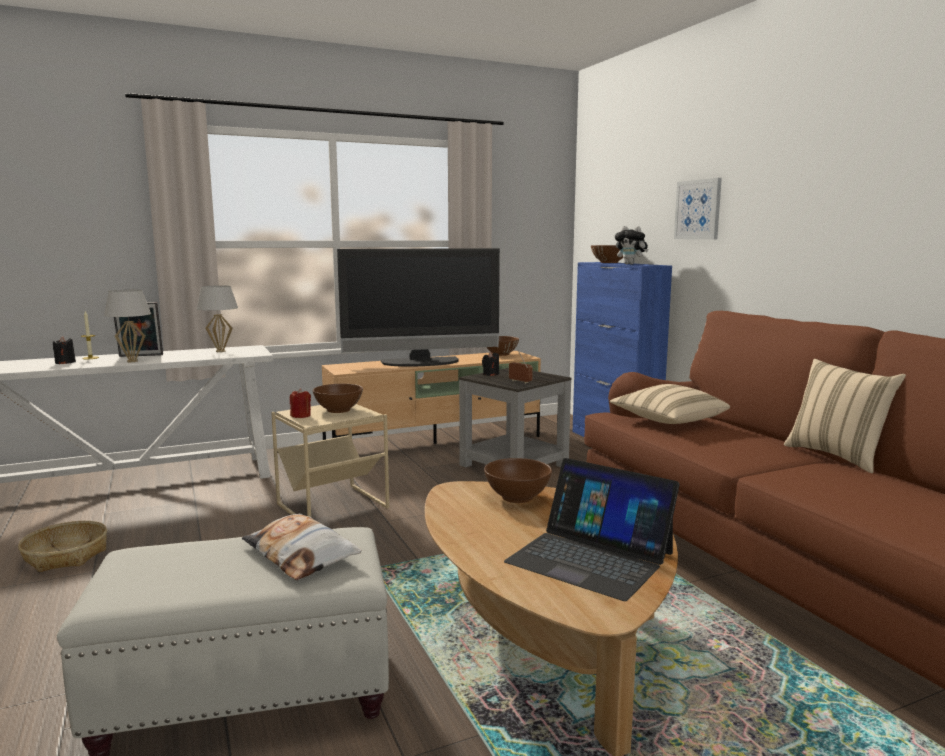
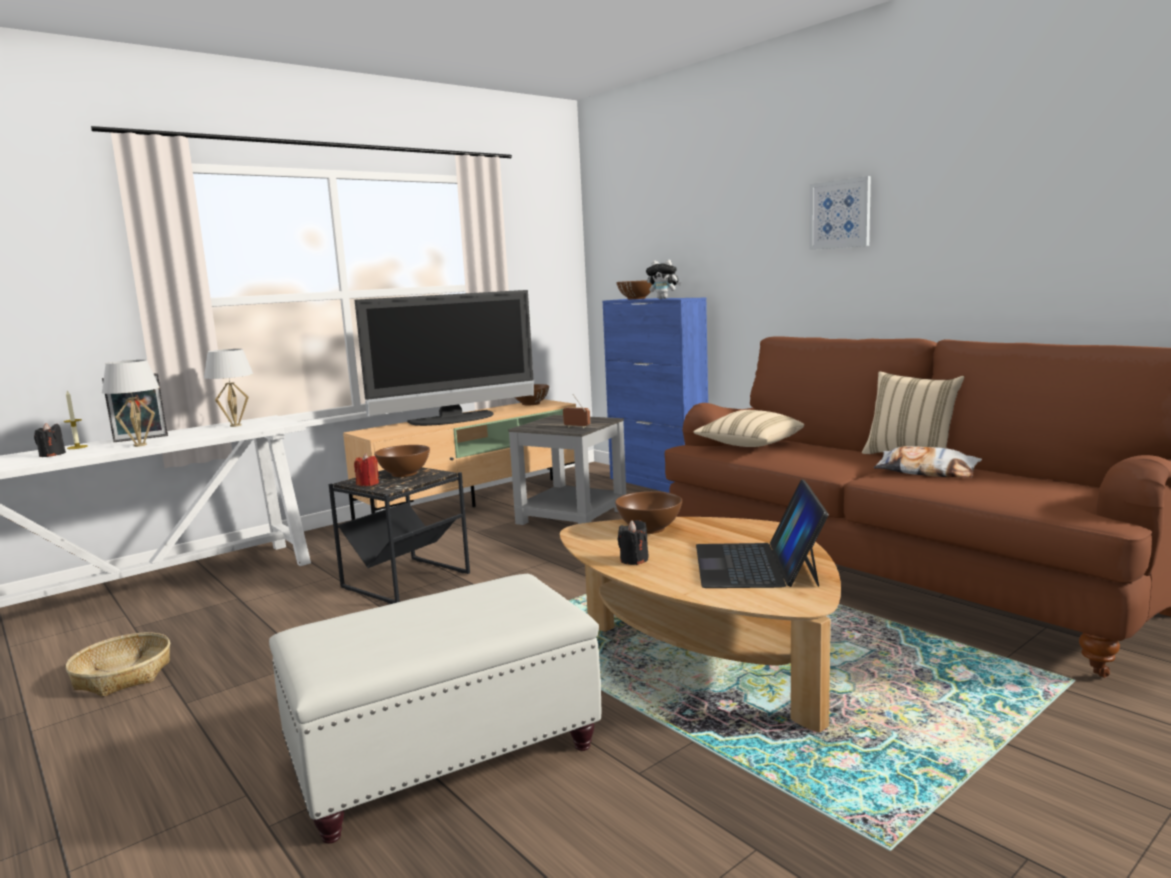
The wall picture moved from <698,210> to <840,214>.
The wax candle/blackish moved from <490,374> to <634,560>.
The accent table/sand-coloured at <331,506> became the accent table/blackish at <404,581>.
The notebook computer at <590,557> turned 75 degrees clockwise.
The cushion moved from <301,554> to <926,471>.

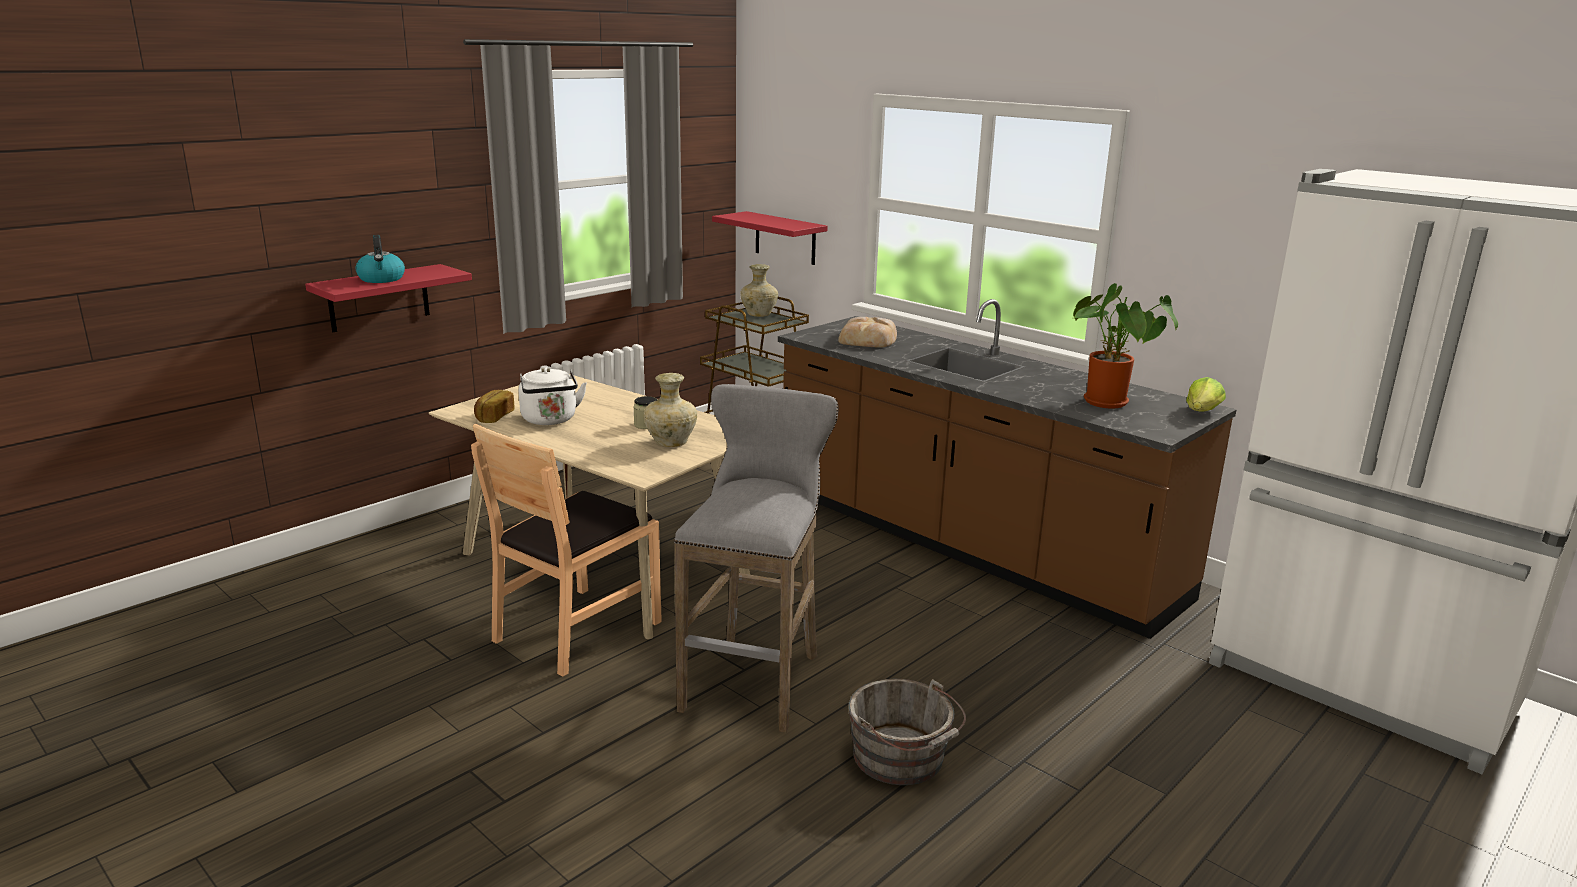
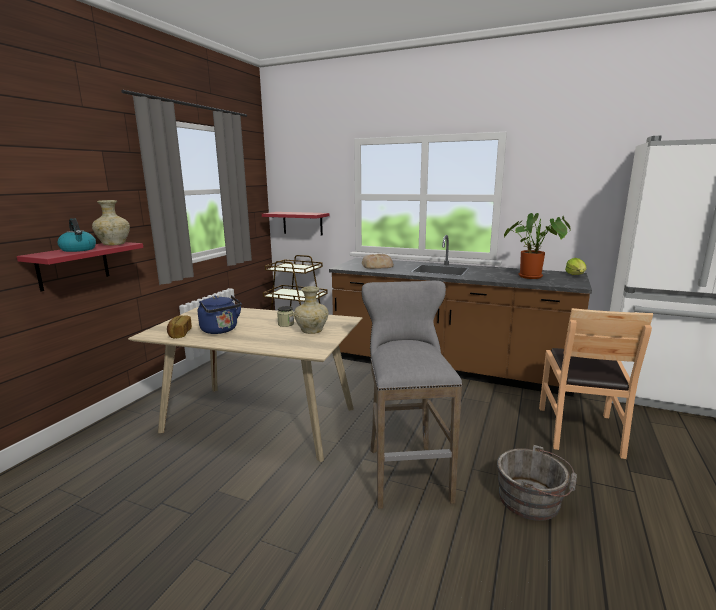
The flower vase/sand-coloured moved from <759,314> to <114,244>.
The tea kettle/white-coloured at <550,420> became the tea kettle/blue-coloured at <221,330>.
The upright chair/brown moved from <576,630> to <580,430>.

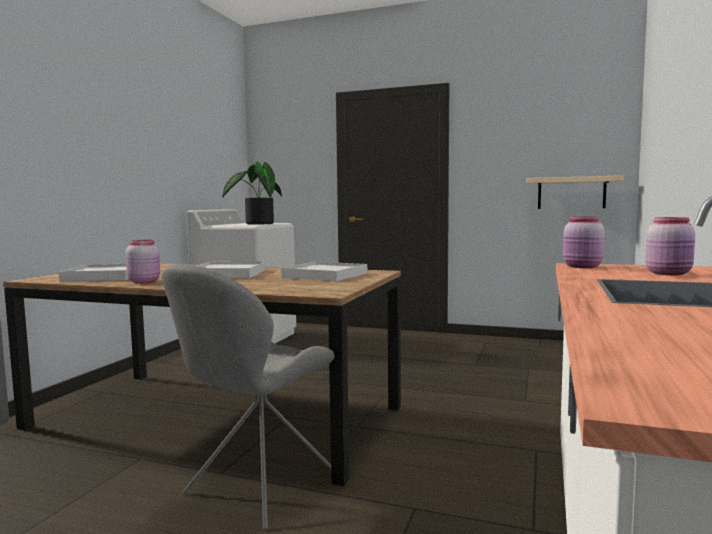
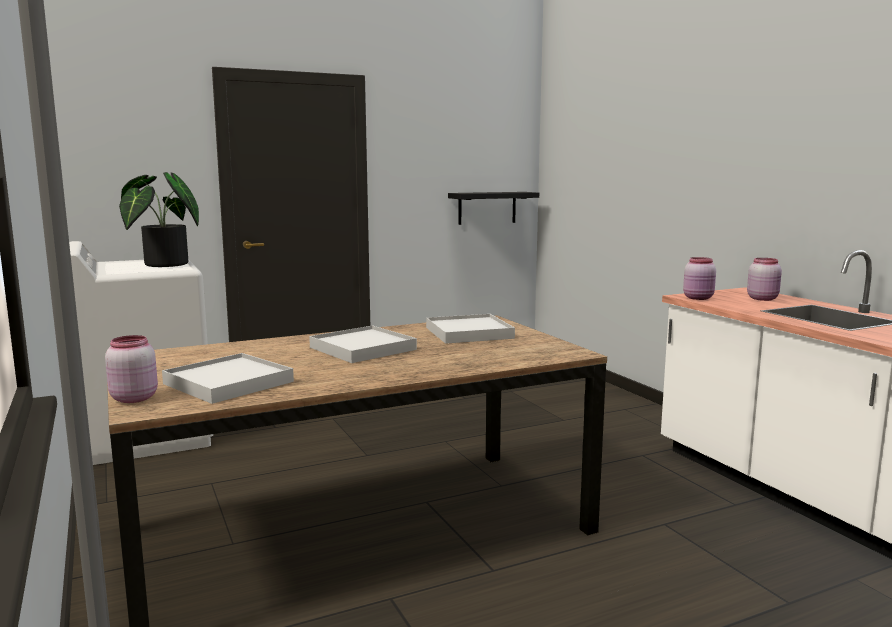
The wall shelf/sand-coloured at <571,193> became the wall shelf/blackish at <487,208>.
The preserve jar/pink moved from <144,282> to <133,398>.
The upright chair/greyish at <259,487> disappeared.

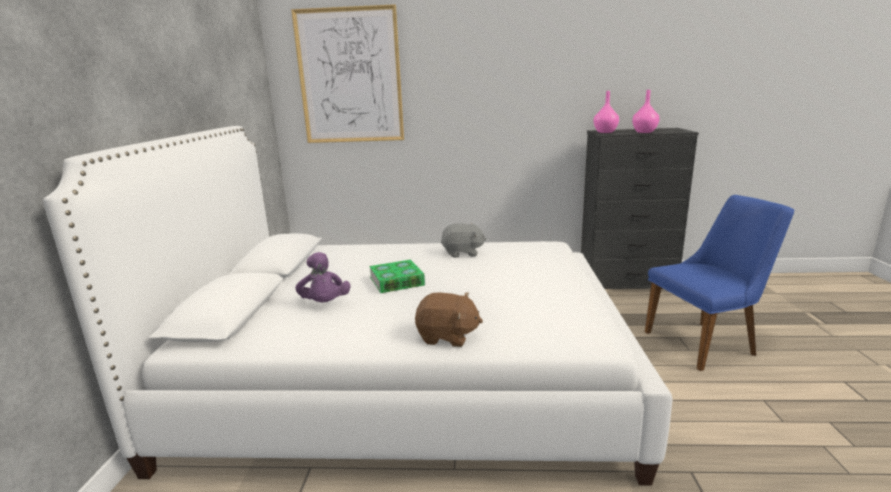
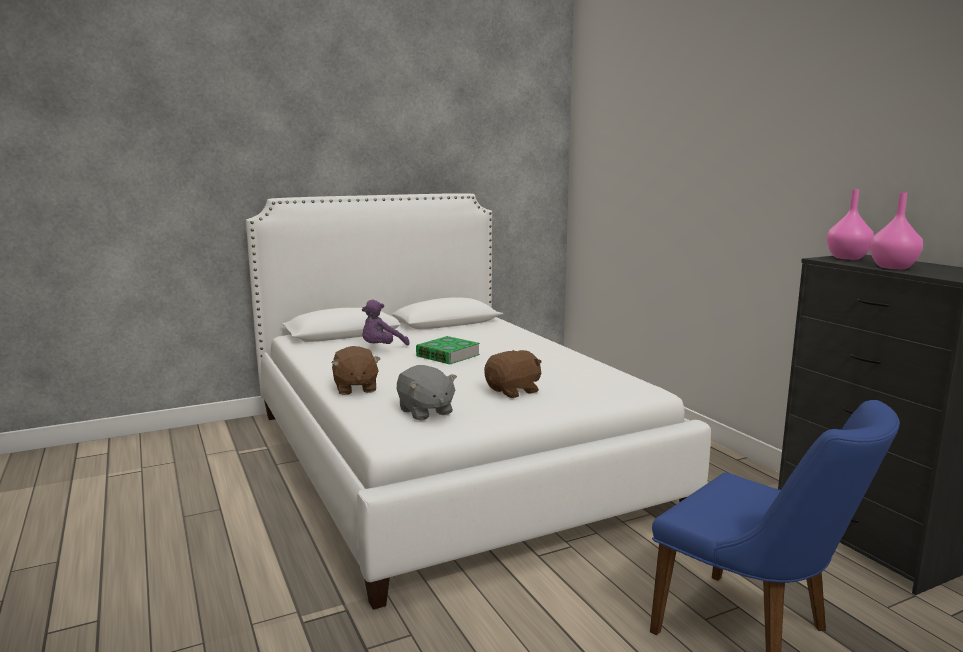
The wall picture at <350,77> disappeared.
The plush toy/greyish moved from <462,253> to <425,411>.
The plush toy/brown at <514,391> appeared.

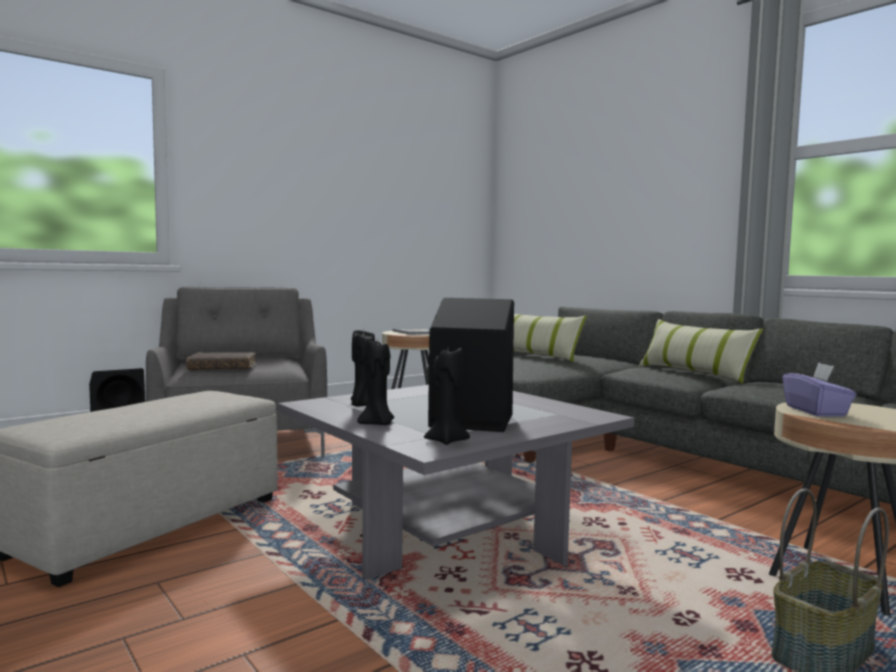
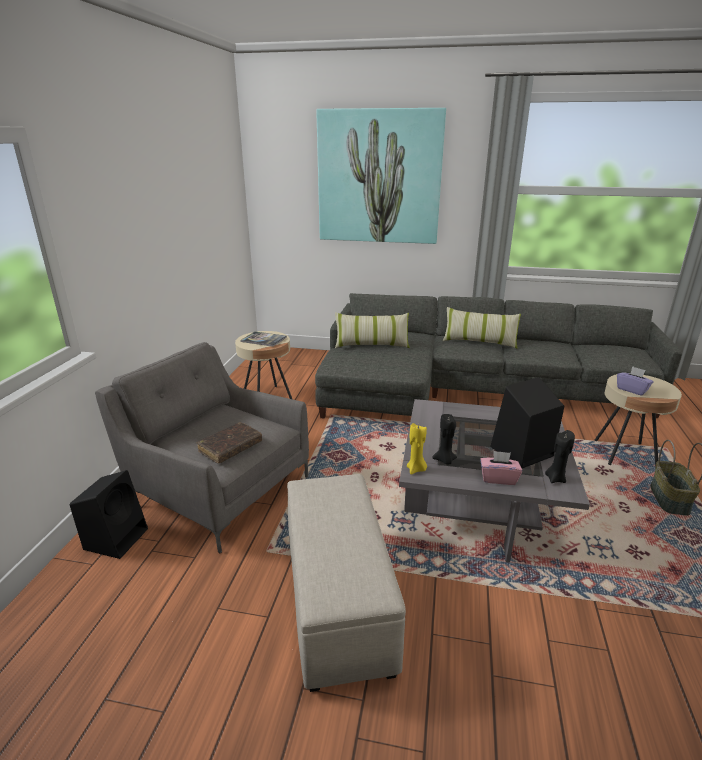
The wax candle/blackish at <377,424> was replaced by the tissue holder/pink at <498,478>.
The wall picture at <379,177> appeared.
The wax candle/yellowish at <416,469> appeared.

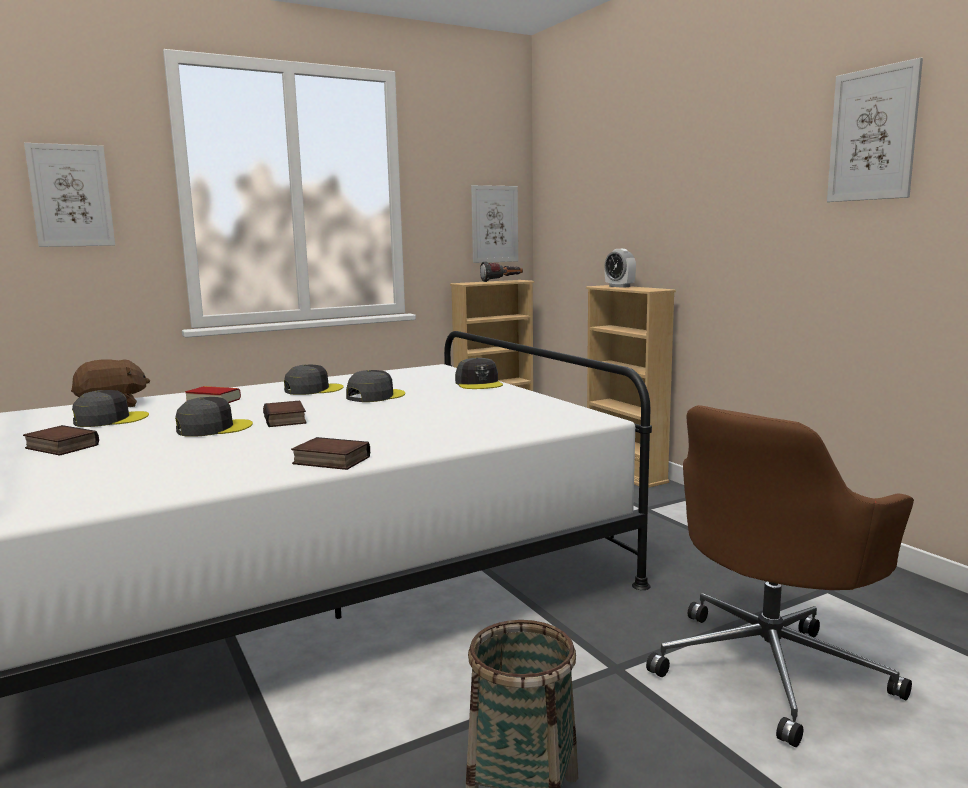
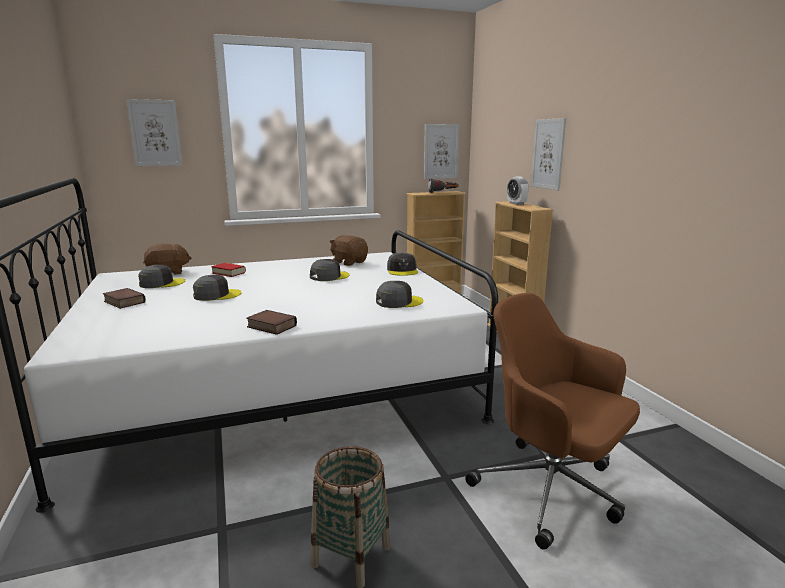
The wall picture moved from <872,134> to <548,154>.
The baseball cap/greyish moved from <313,389> to <399,302>.
The volume at <287,419> disappeared.
The desk chair/brown at <771,668> turned 75 degrees clockwise.
The plush toy/brown at <349,262> appeared.

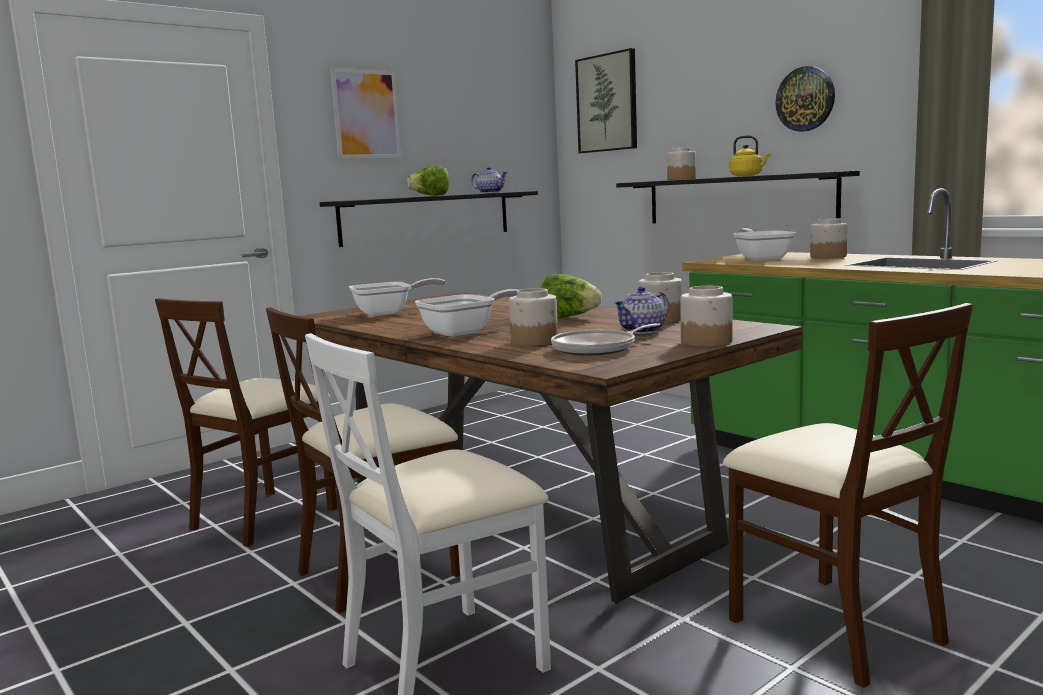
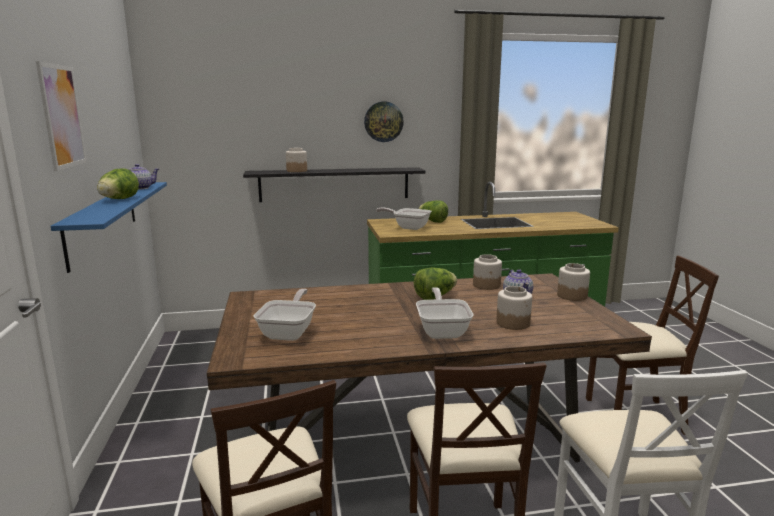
The wall picture at <607,103> disappeared.
The tea kettle/yellowish at <748,175> disappeared.
The wall shelf/blackish at <427,217> became the wall shelf/blue-coloured at <103,221>.
The preserve jar at <828,256> was replaced by the head of lettuce at <433,221>.
The pan at <598,348> disappeared.

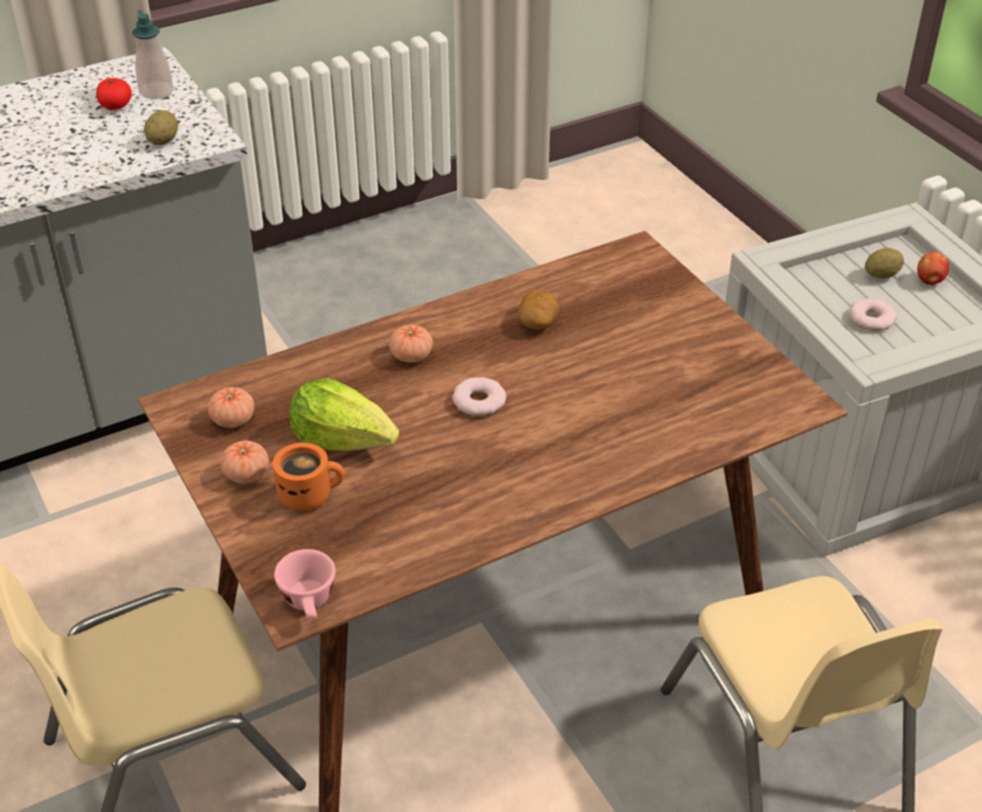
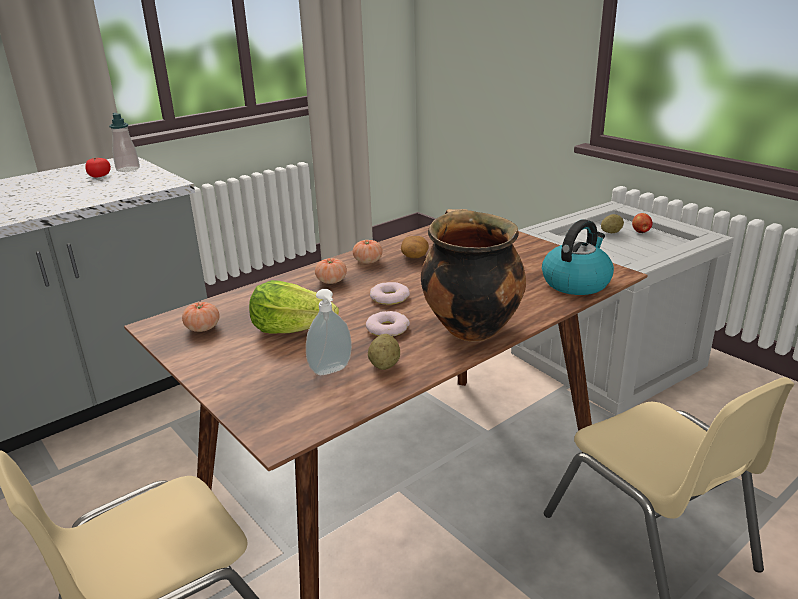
The whole potato moved from <163,141> to <384,365>.
The ring doughnut moved from <871,319> to <387,328>.
The tomato moved from <246,474> to <368,261>.
The tea mug/orangey at <309,494> disappeared.
The cup/pink at <310,603> disappeared.
The cooking pot at <469,327> appeared.
The tea kettle at <576,282> appeared.
The soap bottle at <331,371> appeared.

